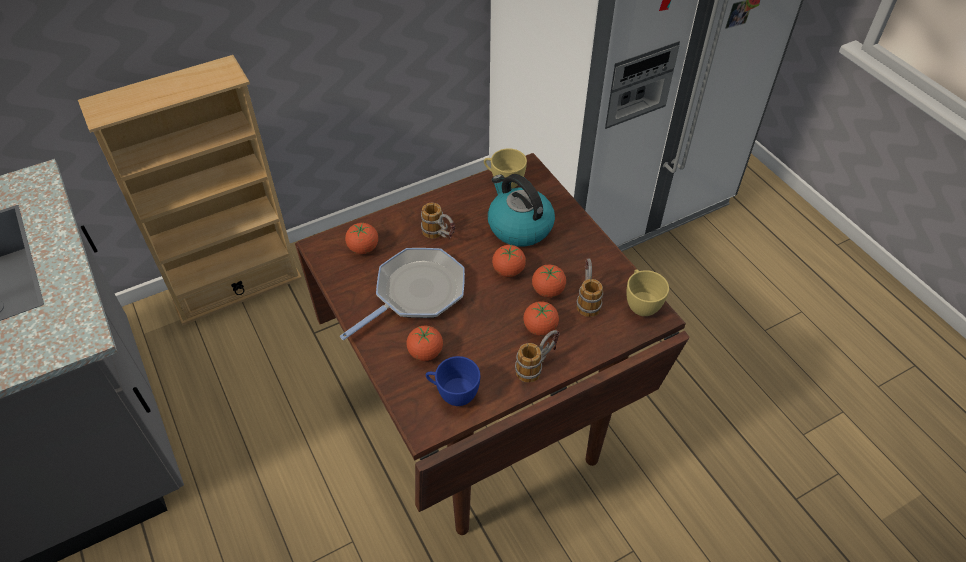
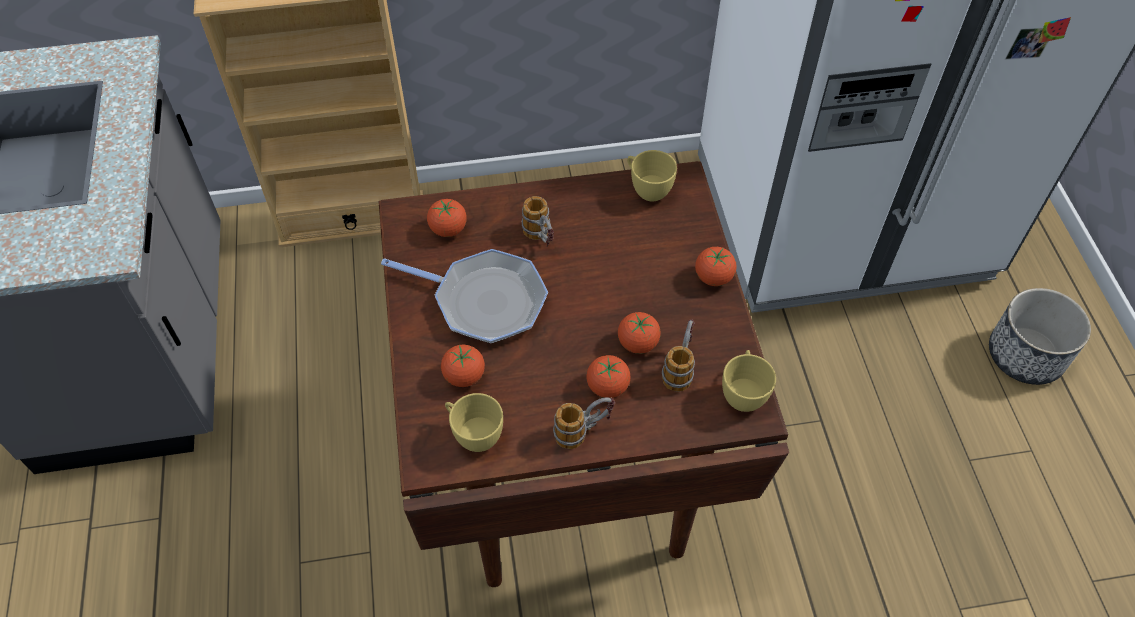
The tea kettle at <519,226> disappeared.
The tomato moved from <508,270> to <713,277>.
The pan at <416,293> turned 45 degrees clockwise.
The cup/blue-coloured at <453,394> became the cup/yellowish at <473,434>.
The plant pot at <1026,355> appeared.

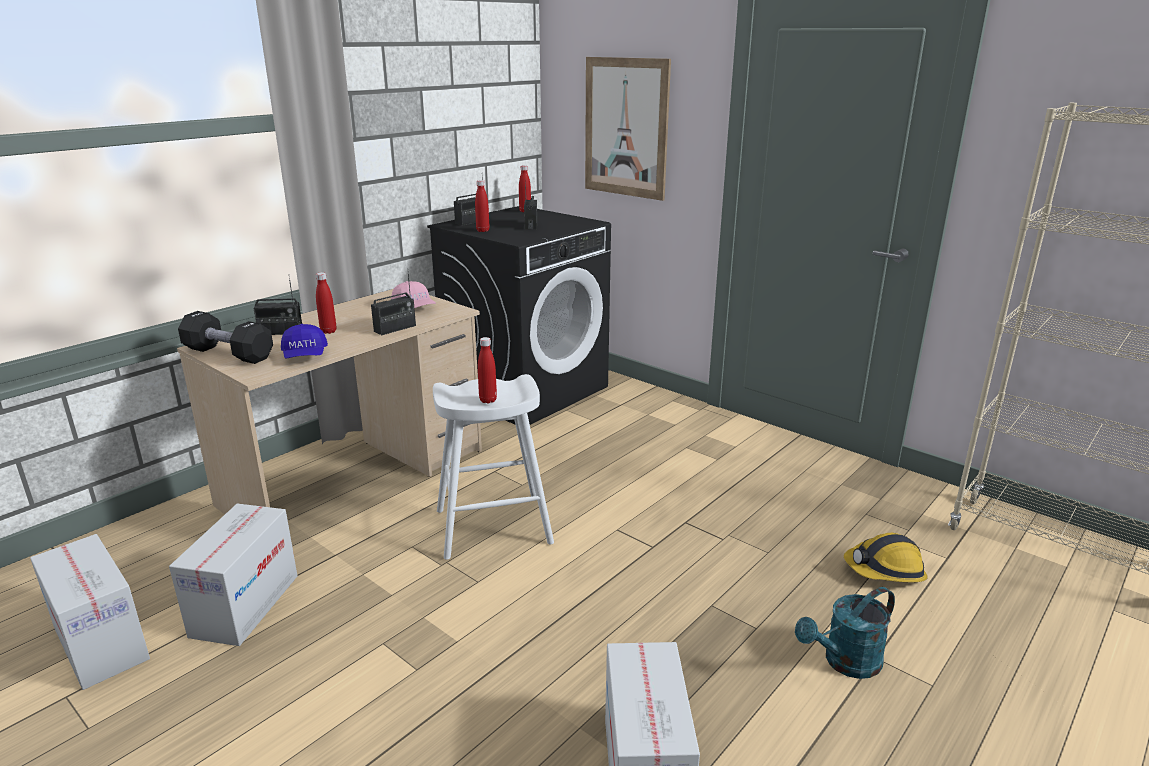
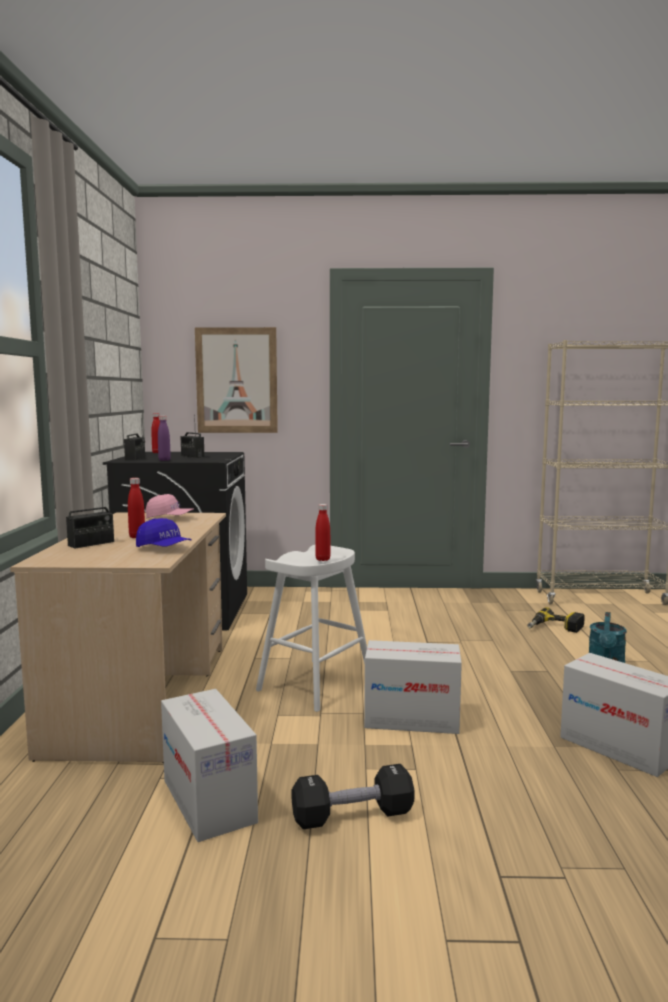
The bottle/reddish at <483,230> became the bottle/purple-coloured at <164,460>.
The radio set at <395,328> disappeared.
The hand weight/blackish moved from <228,354> to <352,816>.
The hard hat at <885,571> was replaced by the power drill at <554,628>.
The cardboard box moved from <101,643> to <412,719>.

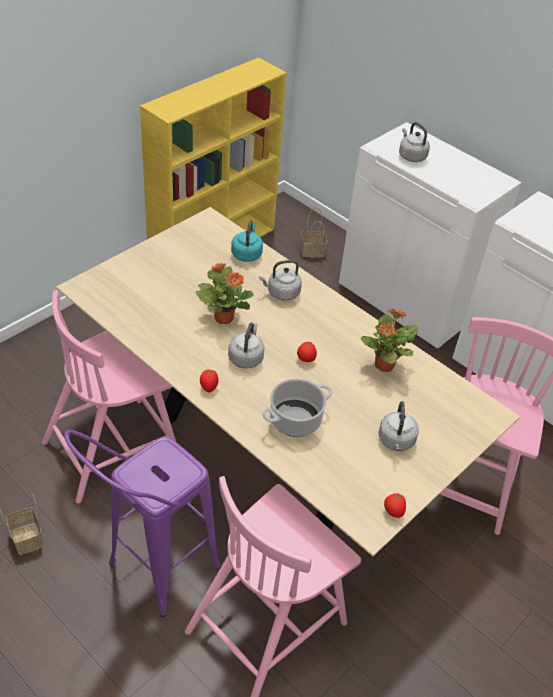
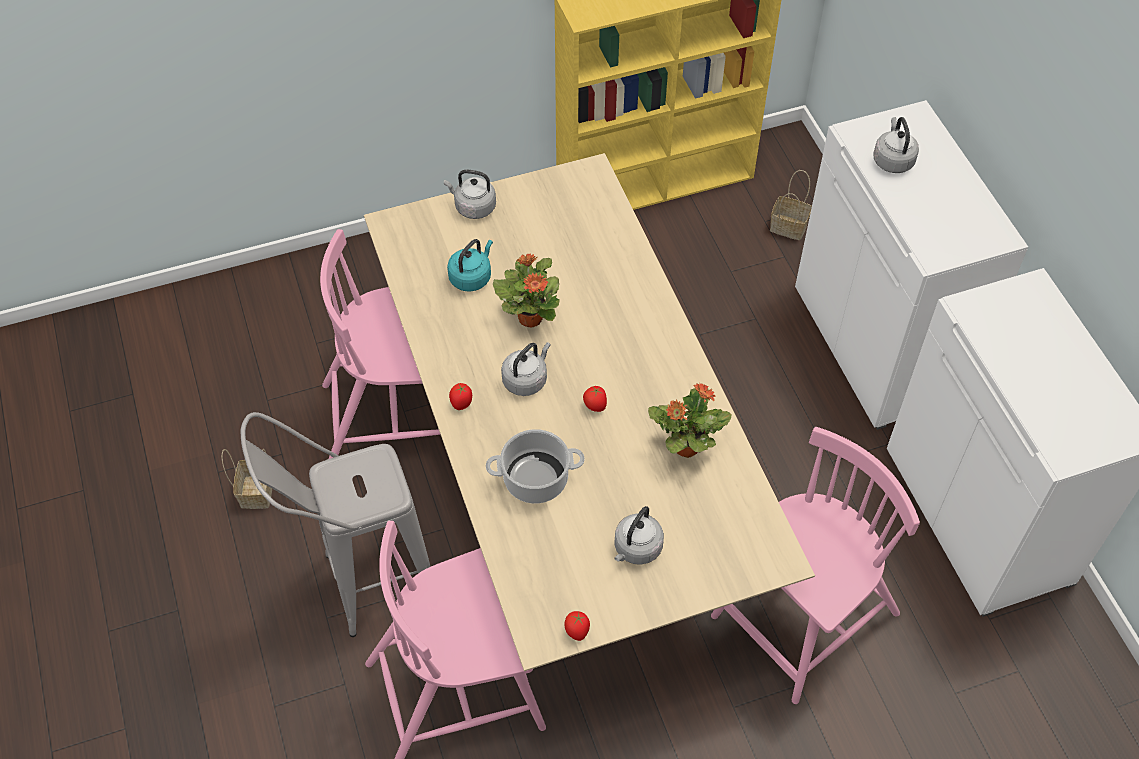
The tea kettle/turquoise moved from <247,254> to <471,277>.
The tea kettle/greyish moved from <281,293> to <473,207>.
The stool seat/purple-coloured at <152,576> became the stool seat/greyish at <363,587>.

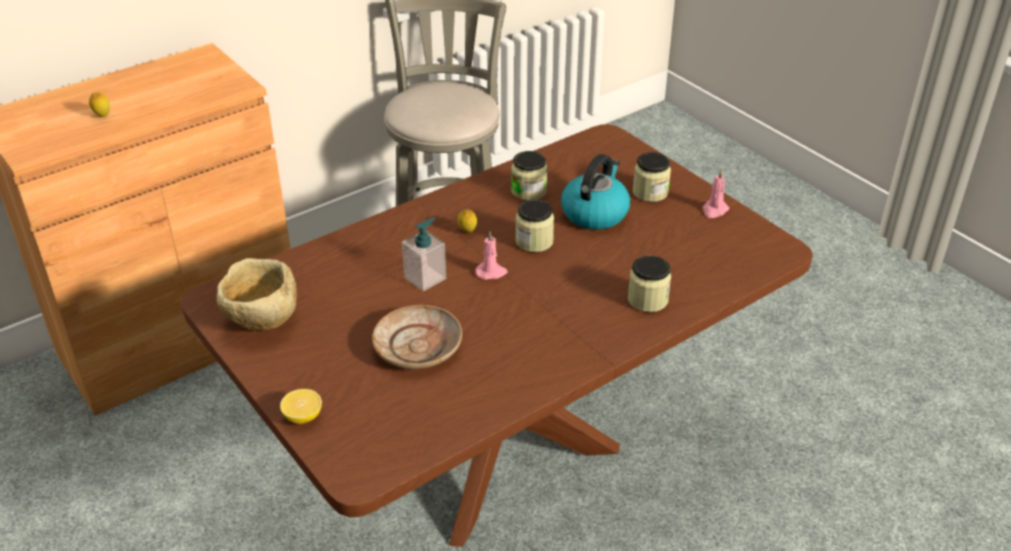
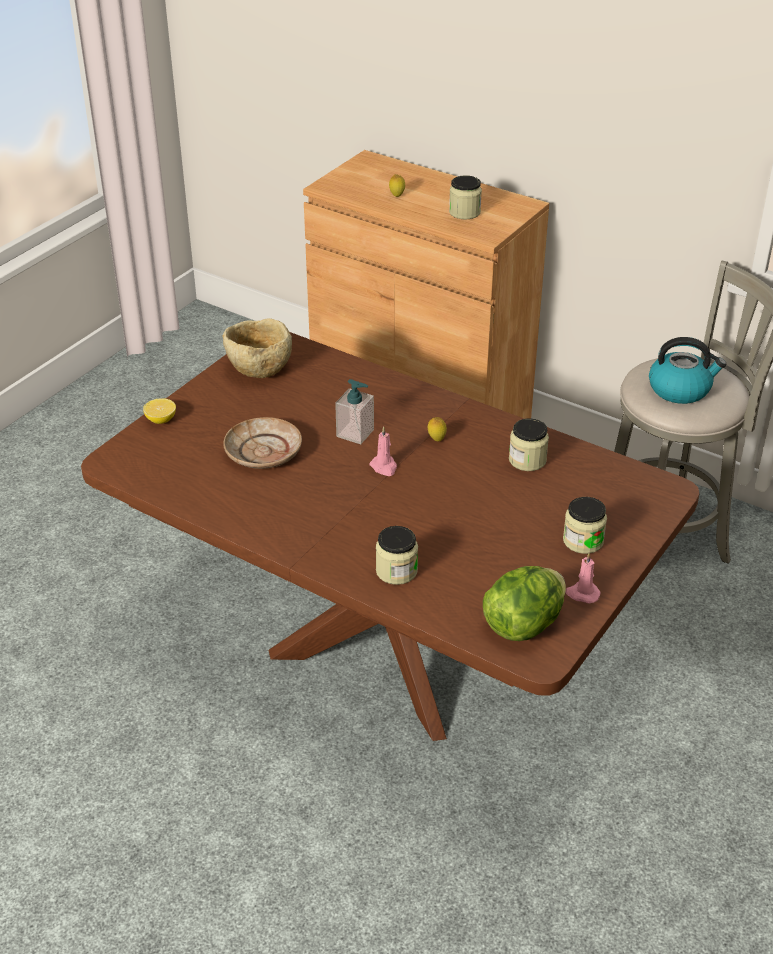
The tea kettle moved from <595,213> to <680,389>.
The preserve jar moved from <534,241> to <464,212>.
The head of lettuce at <523,624> appeared.

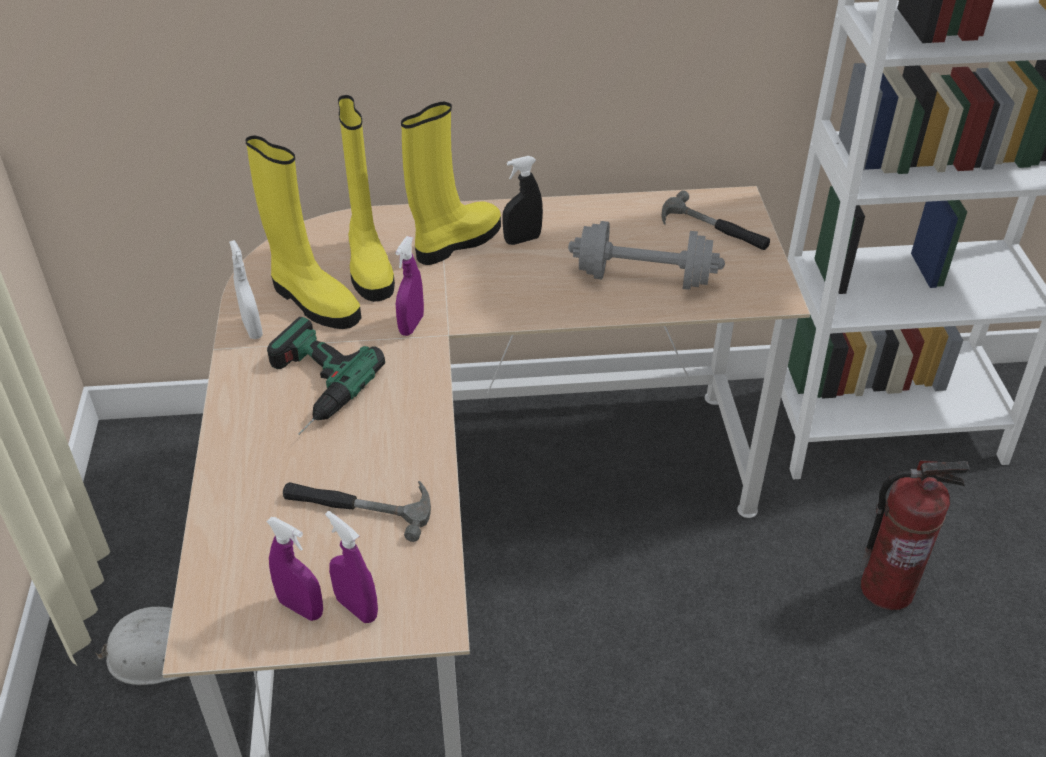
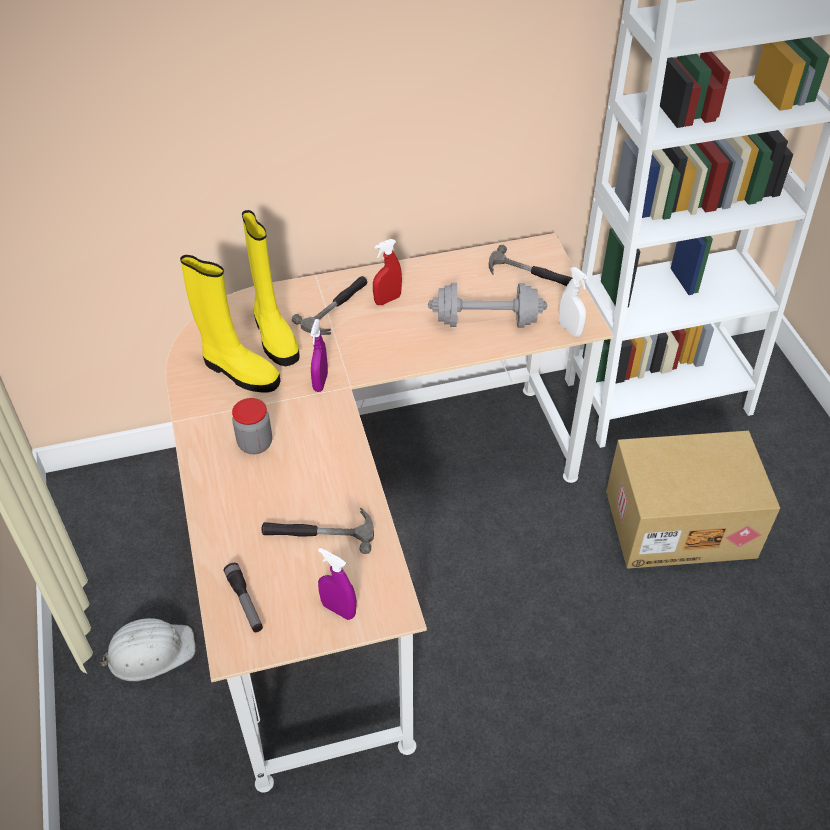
The tall boot/yellowish at <456,242> was replaced by the hand hammer at <337,308>.
The hand sprayer/blackish at <522,240> became the hand sprayer/reddish at <387,300>.
The hand sprayer/white-coloured moved from <252,329> to <570,329>.
The power drill at <308,388> was replaced by the preserve jar at <255,444>.
The fire extinguisher at <887,588> was replaced by the cardboard box at <680,522>.
The hand sprayer/purple-coloured at <301,608> disappeared.
The hand torch at <245,602> appeared.

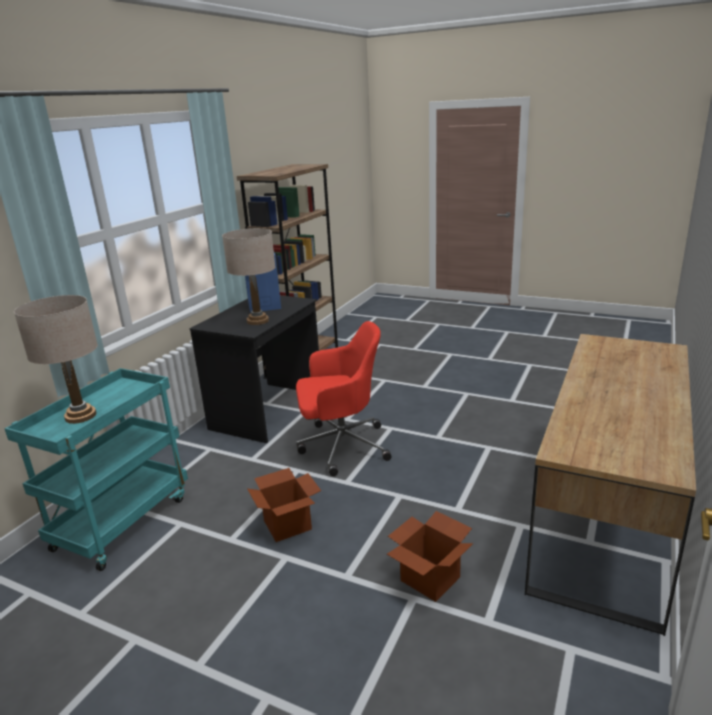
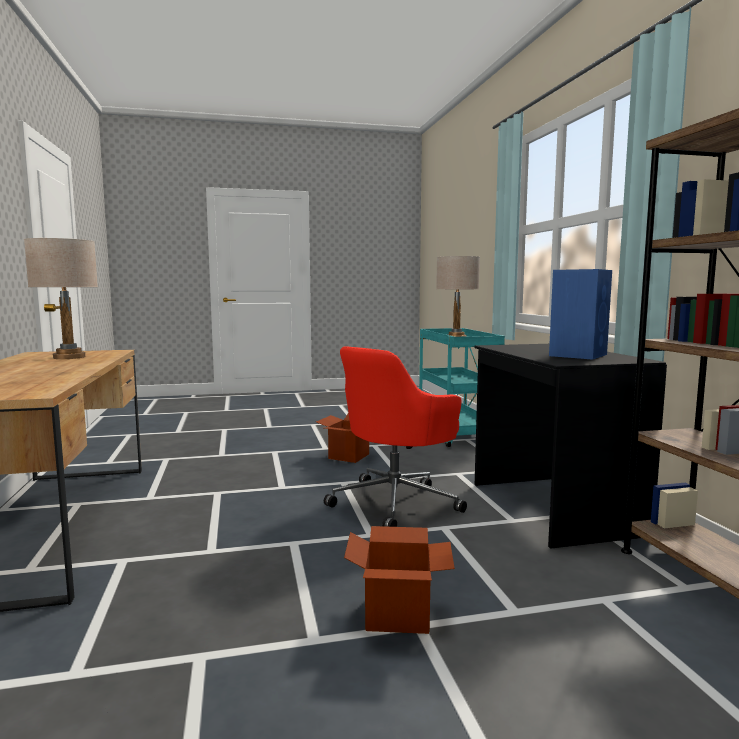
The table lamp/sand-coloured moved from <258,321> to <69,357>.
The cardboard box moved from <430,579> to <397,615>.

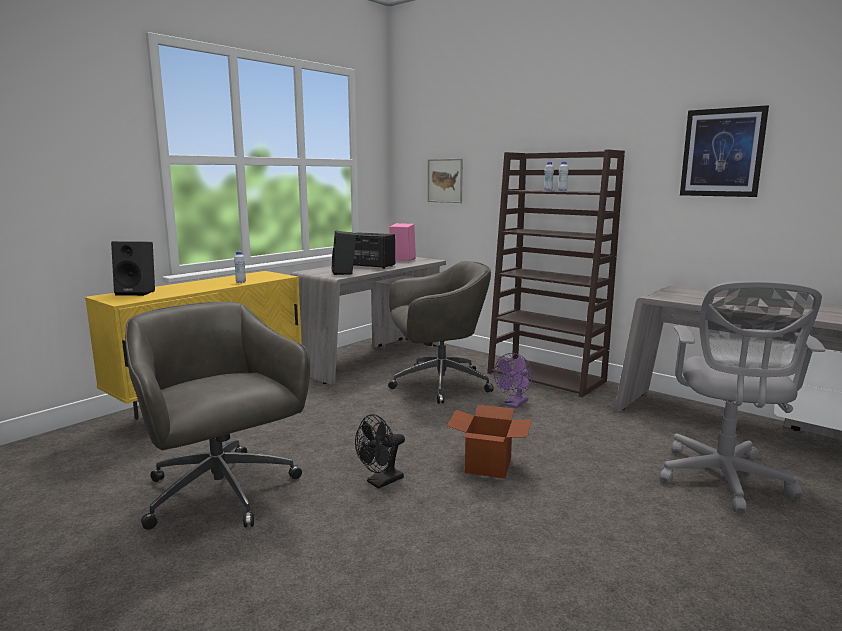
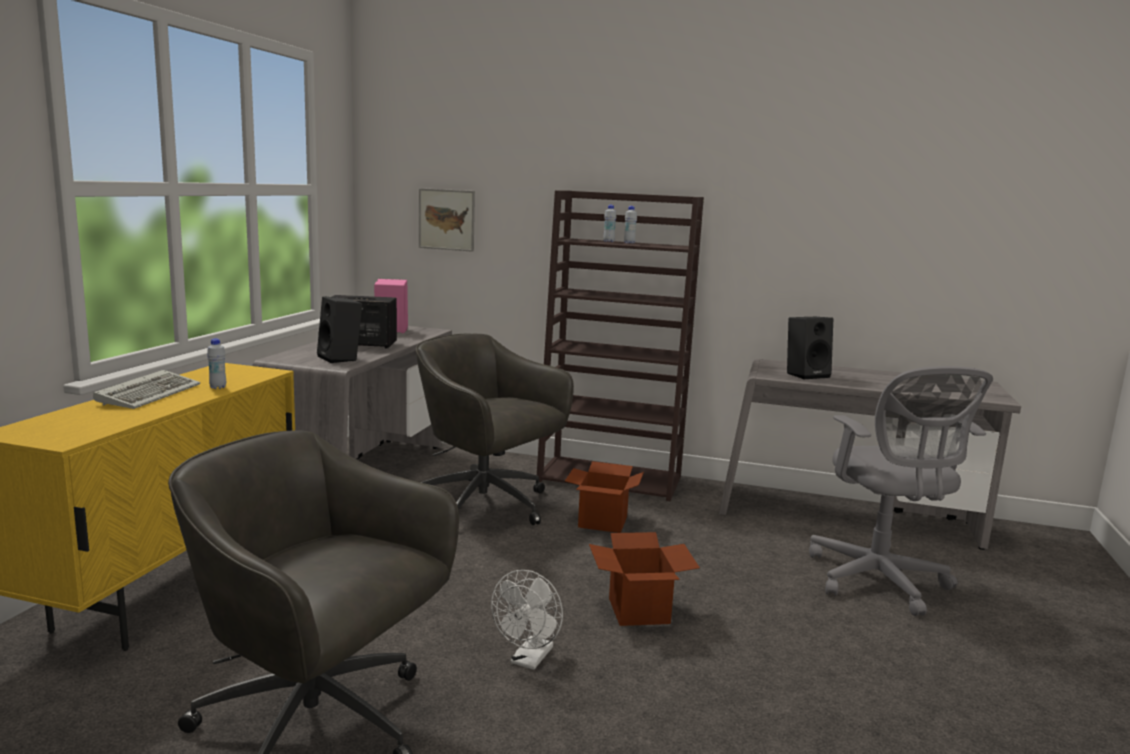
The wall picture at <722,152> disappeared.
The loudspeaker/blackish moved from <138,292> to <806,374>.
The desk chair/greyish at <437,384> turned 105 degrees counterclockwise.
The electric fan/purple-coloured at <514,404> was replaced by the cardboard box at <603,522>.
The electric fan/blackish at <381,482> became the electric fan/white-coloured at <529,660>.
The PC keyboard at <150,394> appeared.

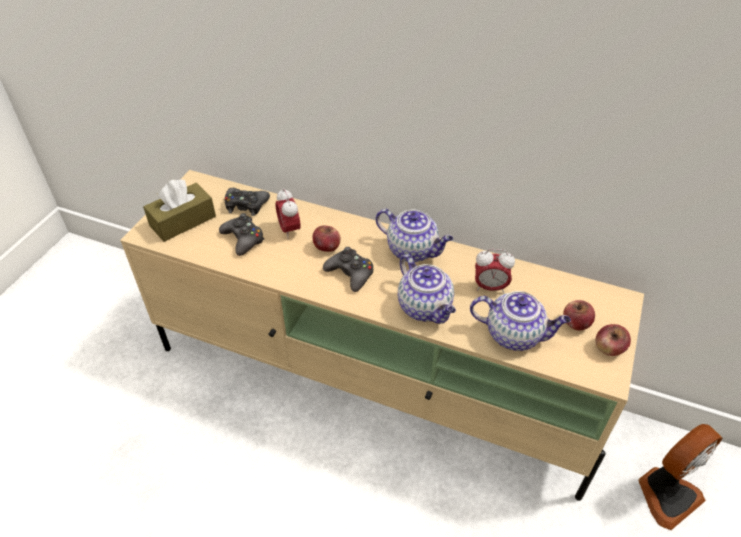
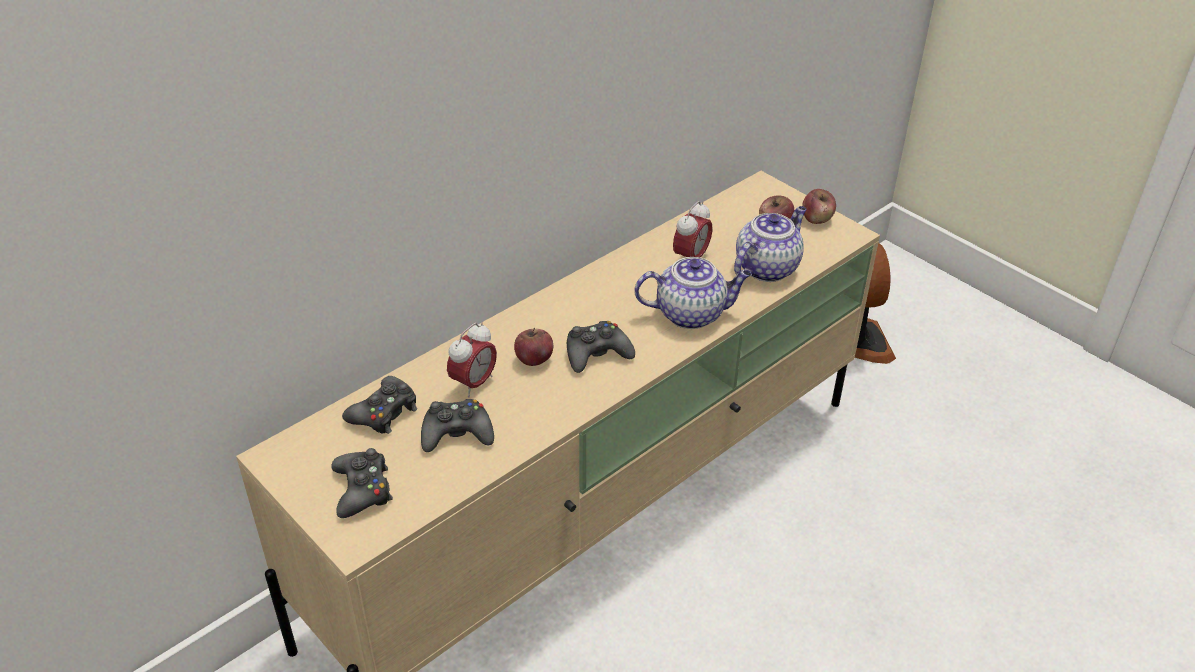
The tissue holder/brown at <183,221> was replaced by the gamepad/blackish at <362,490>.
The alarm clock at <289,230> turned 60 degrees counterclockwise.
The teapot at <413,251> disappeared.

